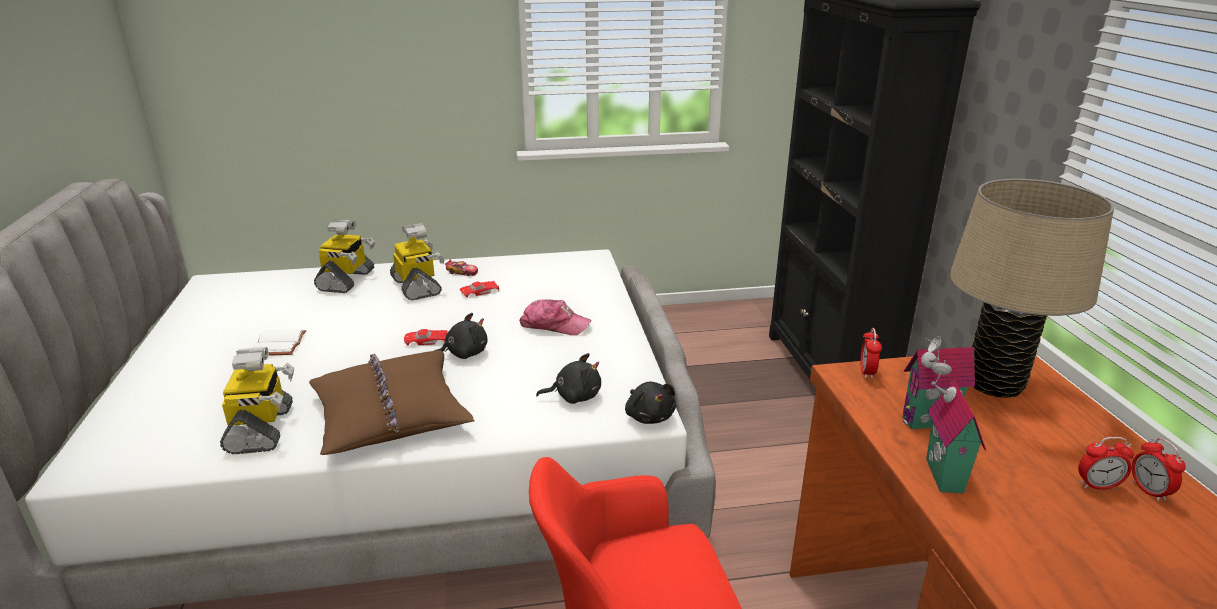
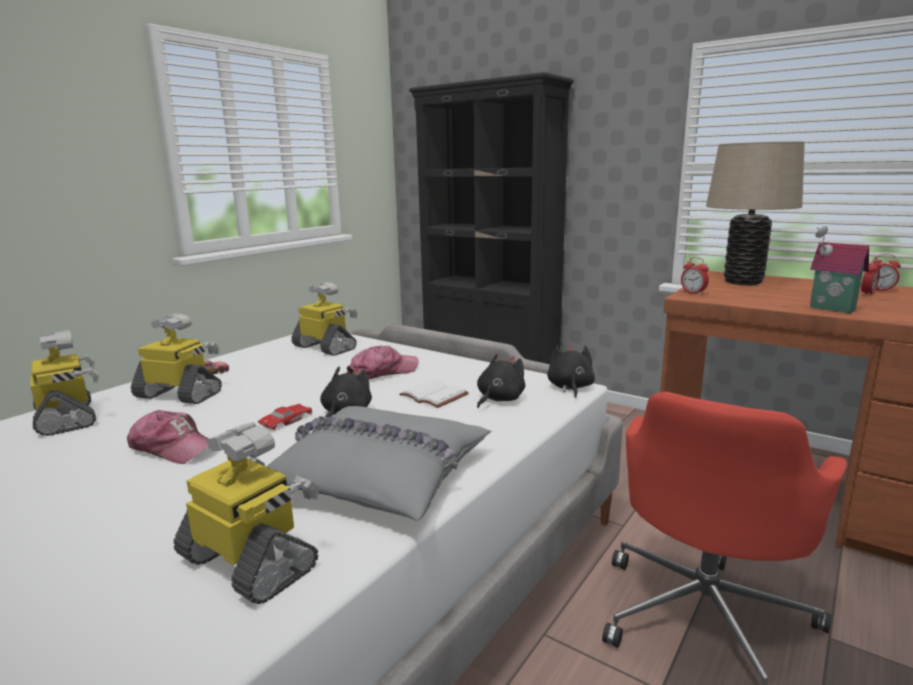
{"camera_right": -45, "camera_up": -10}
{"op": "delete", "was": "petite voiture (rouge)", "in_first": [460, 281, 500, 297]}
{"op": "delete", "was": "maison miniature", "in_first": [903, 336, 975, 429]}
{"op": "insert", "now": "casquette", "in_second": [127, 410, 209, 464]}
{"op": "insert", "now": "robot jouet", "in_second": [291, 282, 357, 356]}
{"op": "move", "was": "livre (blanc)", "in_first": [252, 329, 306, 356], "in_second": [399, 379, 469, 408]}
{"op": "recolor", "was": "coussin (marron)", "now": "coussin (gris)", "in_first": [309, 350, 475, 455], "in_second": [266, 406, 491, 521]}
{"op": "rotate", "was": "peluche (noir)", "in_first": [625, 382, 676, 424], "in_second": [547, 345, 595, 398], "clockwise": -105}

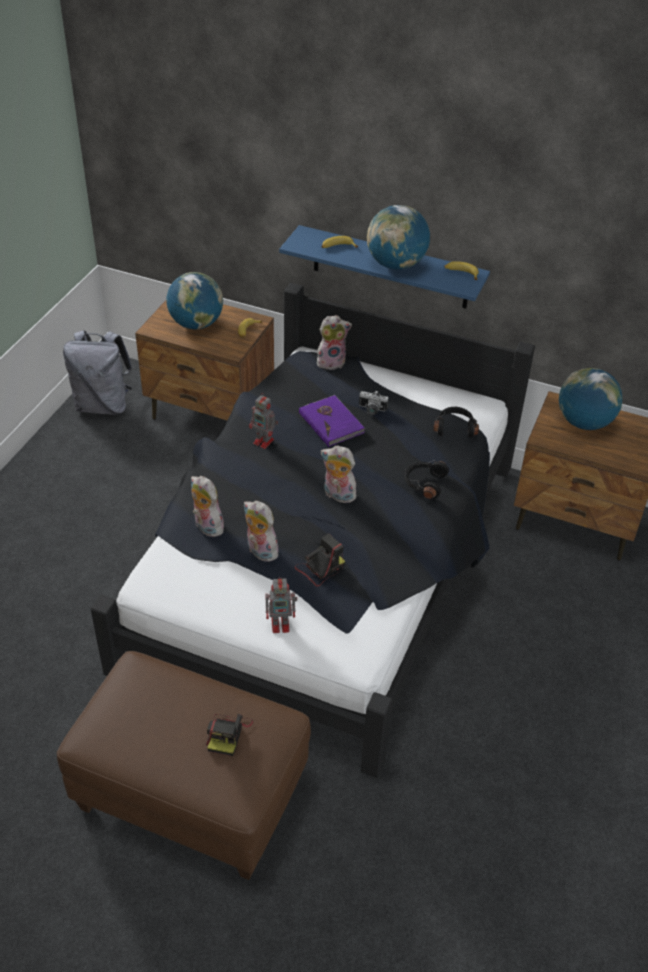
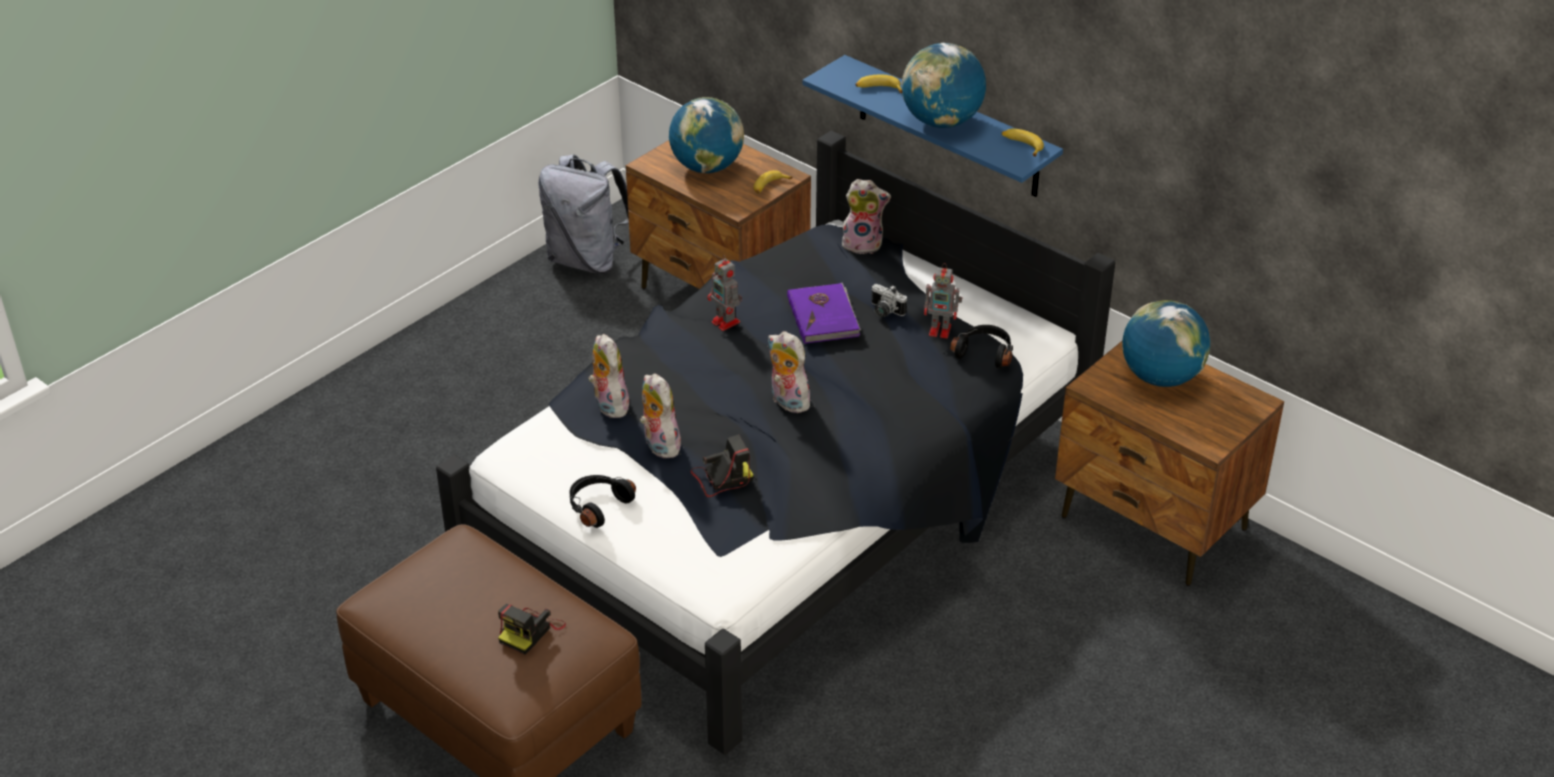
{"camera_right": 20, "camera_up": -5}
{"op": "move", "was": "robot jouet", "in_first": [265, 577, 297, 633], "in_second": [924, 263, 962, 338]}
{"op": "move", "was": "casque audio (noir)", "in_first": [404, 461, 449, 499], "in_second": [569, 475, 636, 528]}

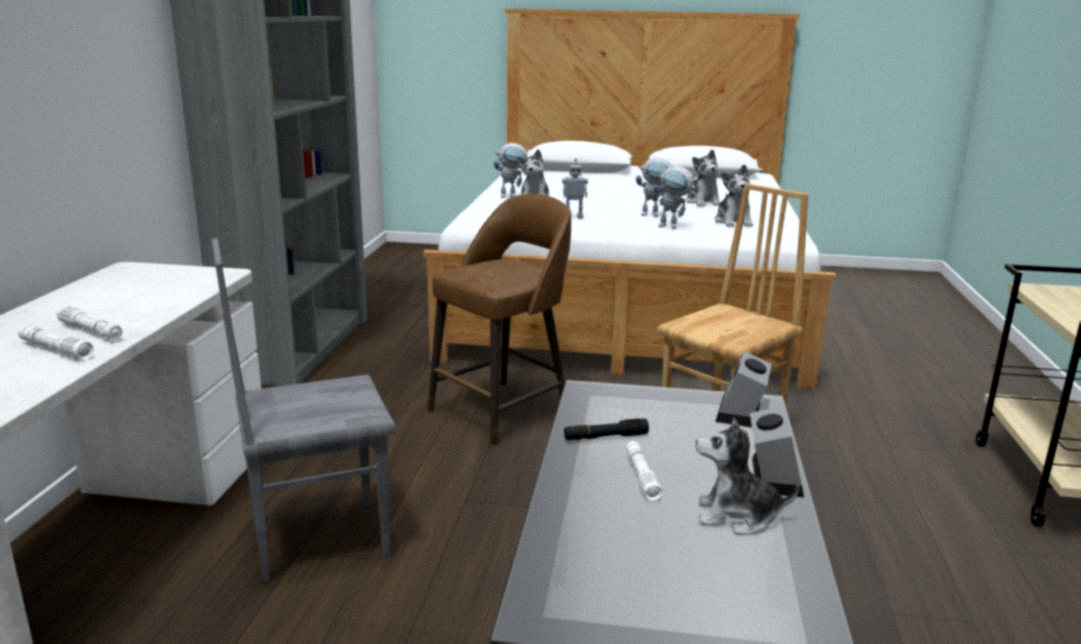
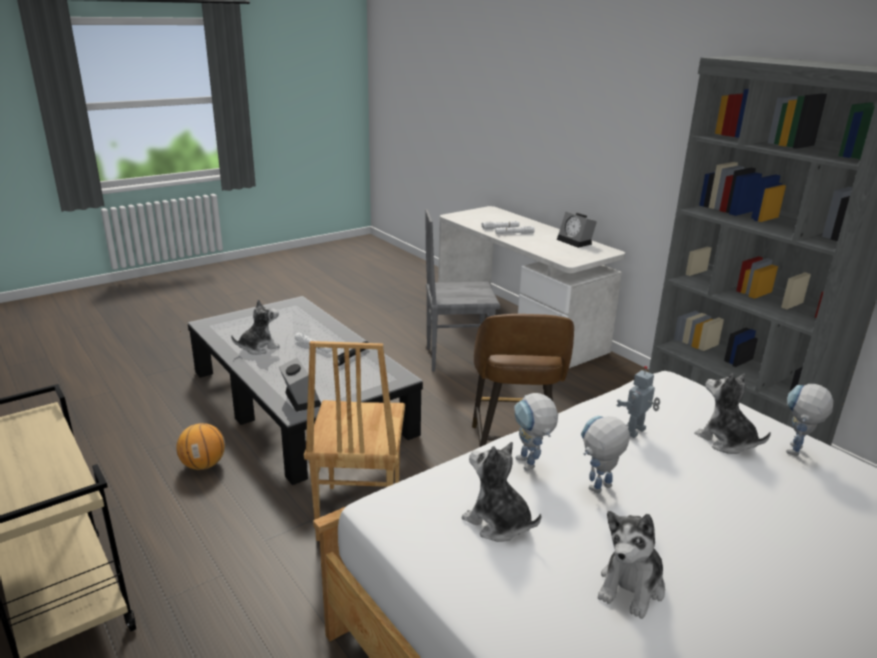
{"camera_right": 135, "camera_up": 5}
{"op": "insert", "now": "ballon de basket", "in_second": [176, 423, 225, 470]}
{"op": "move", "was": "réveil", "in_first": [750, 406, 804, 497], "in_second": [557, 211, 597, 248]}
{"op": "rotate", "was": "chaise (gris)", "in_first": [212, 238, 396, 583], "in_second": [425, 209, 500, 372], "clockwise": -120}
{"op": "rotate", "was": "robot jouet", "in_first": [653, 166, 697, 229], "in_second": [514, 393, 558, 471], "clockwise": -90}
{"op": "rotate", "was": "peluche", "in_first": [686, 149, 721, 206], "in_second": [598, 511, 665, 619], "clockwise": -90}

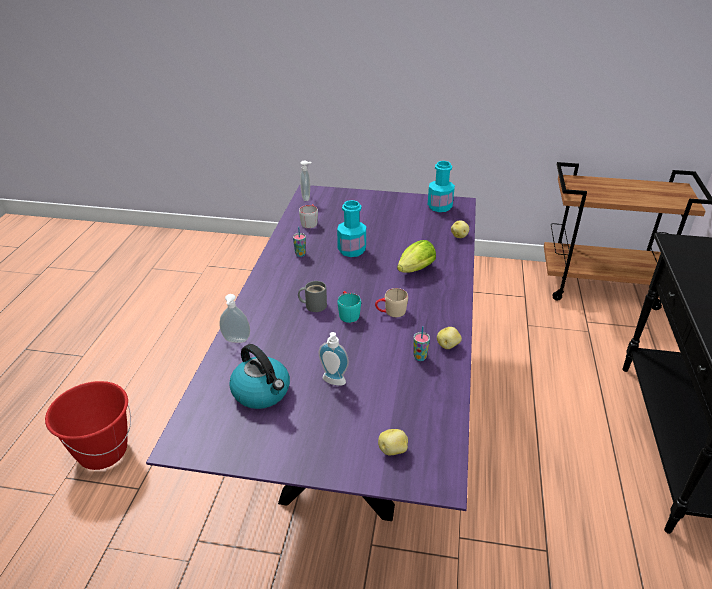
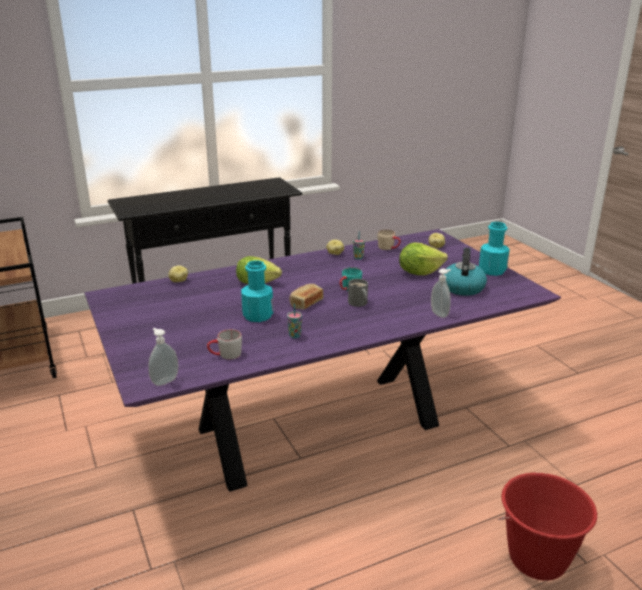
{"camera_right": -125, "camera_up": -10}
{"op": "insert", "now": "pain", "in_second": [289, 284, 323, 310]}
{"op": "move", "was": "mug (beige)", "in_first": [375, 288, 408, 317], "in_second": [378, 229, 401, 250]}
{"op": "move", "was": "bouteille (turquoise)", "in_first": [428, 161, 455, 212], "in_second": [479, 222, 510, 276]}
{"op": "replace", "was": "distributeur de savon", "now": "laitue", "in_first": [319, 332, 349, 385], "in_second": [399, 243, 448, 275]}

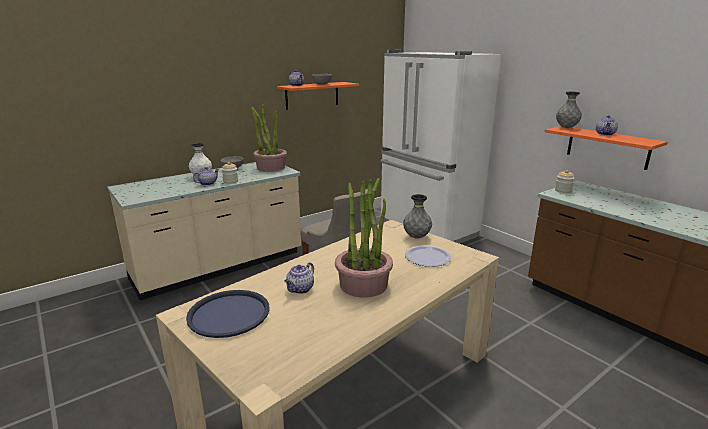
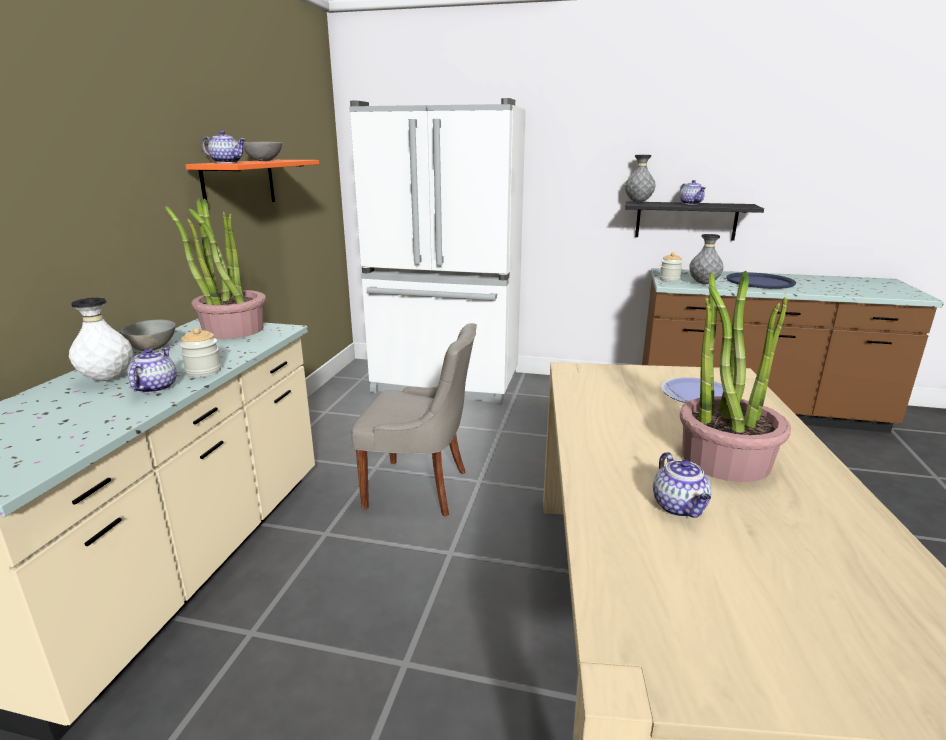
{"camera_right": -40, "camera_up": 0}
{"op": "move", "was": "plateau (bleu)", "in_first": [186, 290, 270, 338], "in_second": [726, 272, 796, 289]}
{"op": "move", "was": "vase (gris)", "in_first": [403, 194, 432, 238], "in_second": [689, 234, 724, 284]}
{"op": "recolor", "was": "étagère (orange)", "now": "étagère (noir)", "in_first": [545, 126, 668, 170], "in_second": [625, 201, 764, 241]}

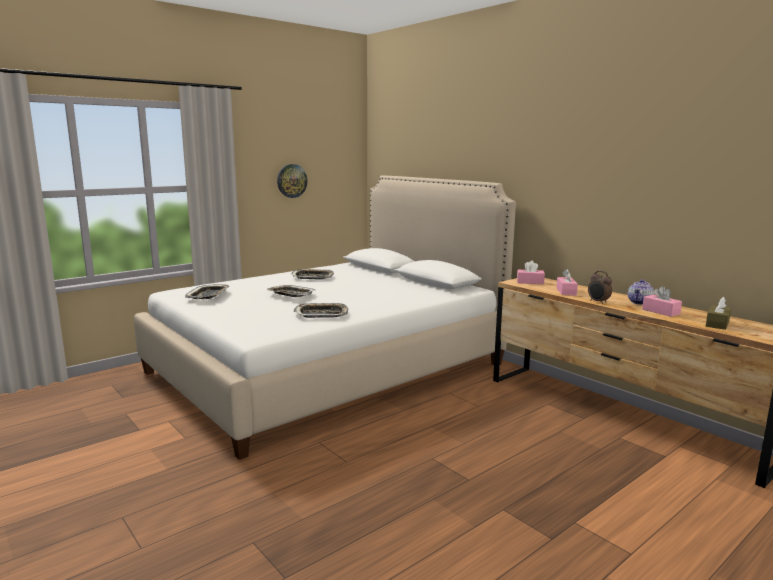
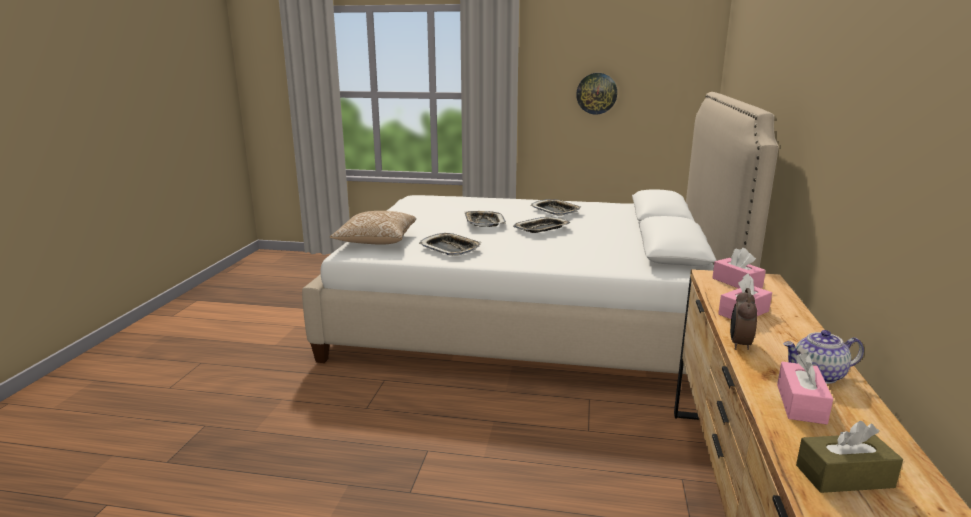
{"camera_right": 50, "camera_up": 5}
{"op": "insert", "now": "coussin", "in_second": [330, 211, 416, 245]}
{"op": "move", "was": "plateau", "in_first": [185, 284, 230, 299], "in_second": [513, 217, 570, 233]}

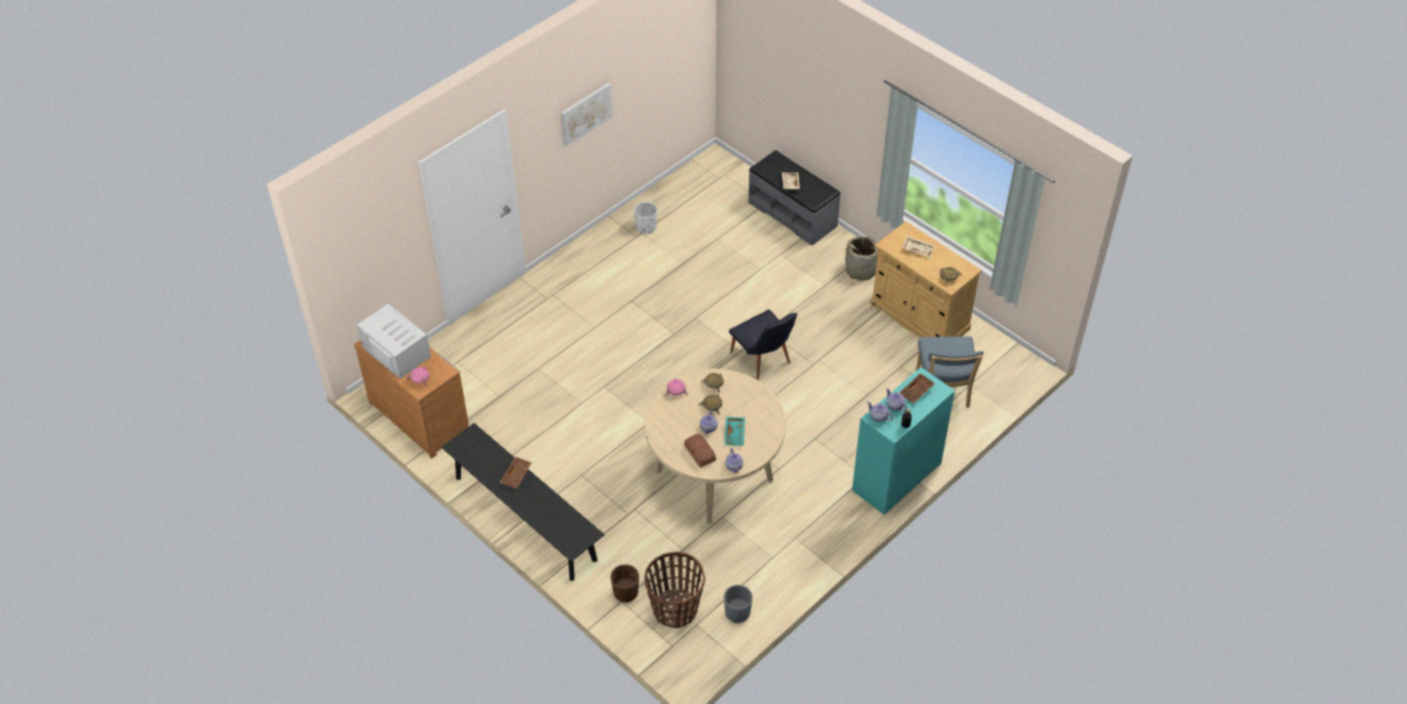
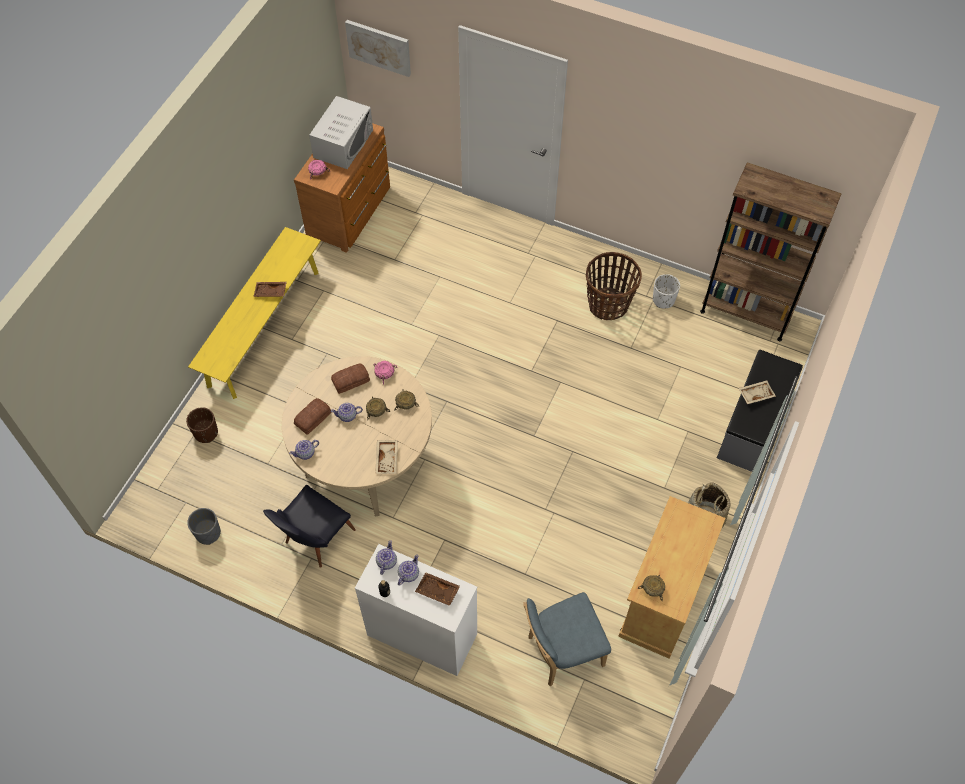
{"camera_right": 70, "camera_up": 10}
{"op": "delete", "was": "plateau (turquoise)", "in_first": [724, 417, 745, 446]}
{"op": "insert", "now": "pain", "in_second": [331, 364, 370, 394]}
{"op": "insert", "now": "bibliothèque (marron)", "in_second": [700, 162, 842, 341]}
{"op": "move", "was": "tableau", "in_first": [561, 83, 613, 147], "in_second": [345, 20, 411, 77]}
{"op": "move", "was": "panier", "in_first": [644, 552, 705, 628], "in_second": [586, 252, 642, 320]}
{"op": "move", "was": "chaise (noir)", "in_first": [729, 309, 797, 380], "in_second": [263, 485, 356, 568]}
{"op": "move", "was": "plateau (beige)", "in_first": [902, 236, 935, 258], "in_second": [375, 440, 398, 474]}
{"op": "recolor", "was": "banc (noir)", "now": "banc (jaune)", "in_first": [441, 423, 605, 581], "in_second": [188, 227, 321, 399]}
{"op": "recolor", "was": "commode (turquoise)", "now": "commode (blanc)", "in_first": [852, 367, 955, 515], "in_second": [355, 544, 477, 676]}

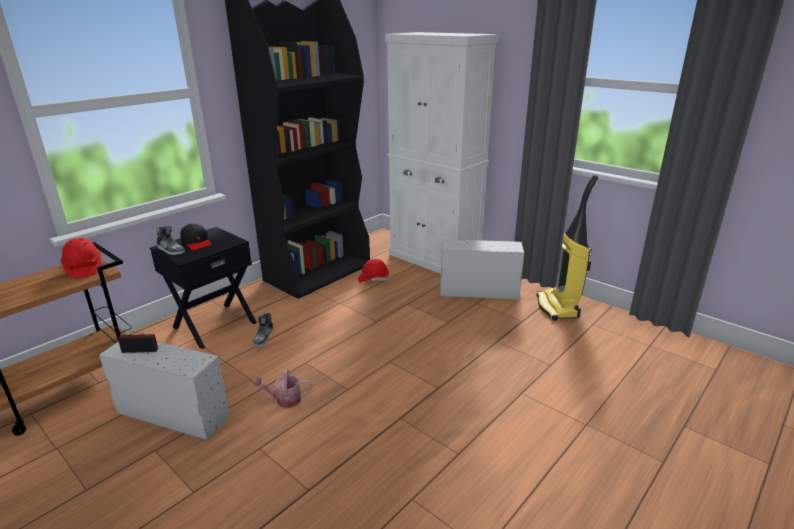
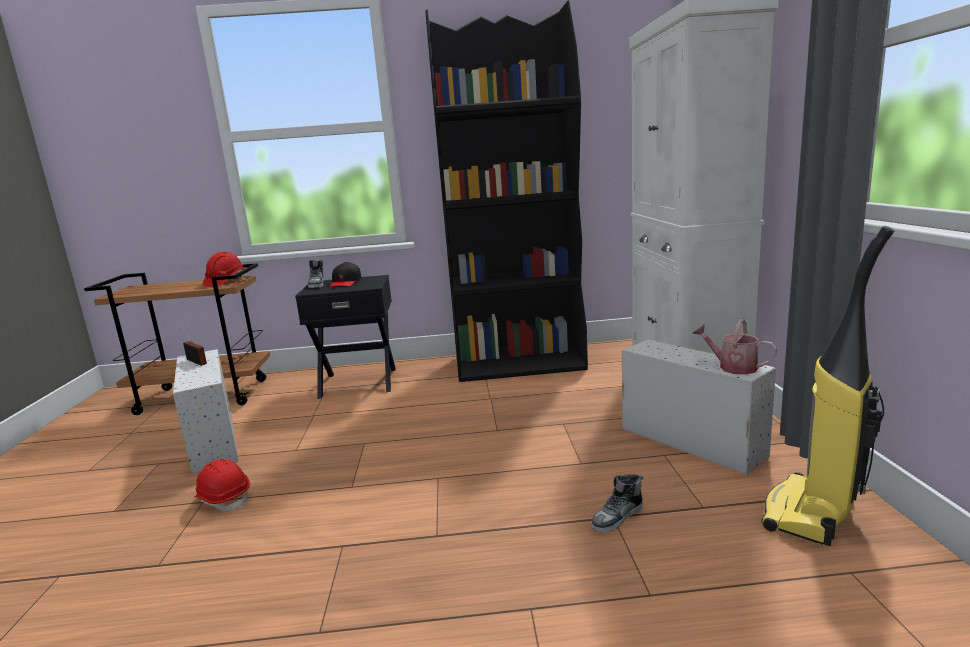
{"camera_right": 45, "camera_up": -10}
{"op": "move", "was": "arrosoir", "in_first": [253, 369, 311, 408], "in_second": [692, 319, 777, 375]}
{"op": "move", "was": "chaussure", "in_first": [254, 313, 273, 347], "in_second": [591, 474, 643, 533]}
{"op": "move", "was": "casque de chantier (rouge)", "in_first": [358, 259, 389, 282], "in_second": [194, 459, 250, 511]}

